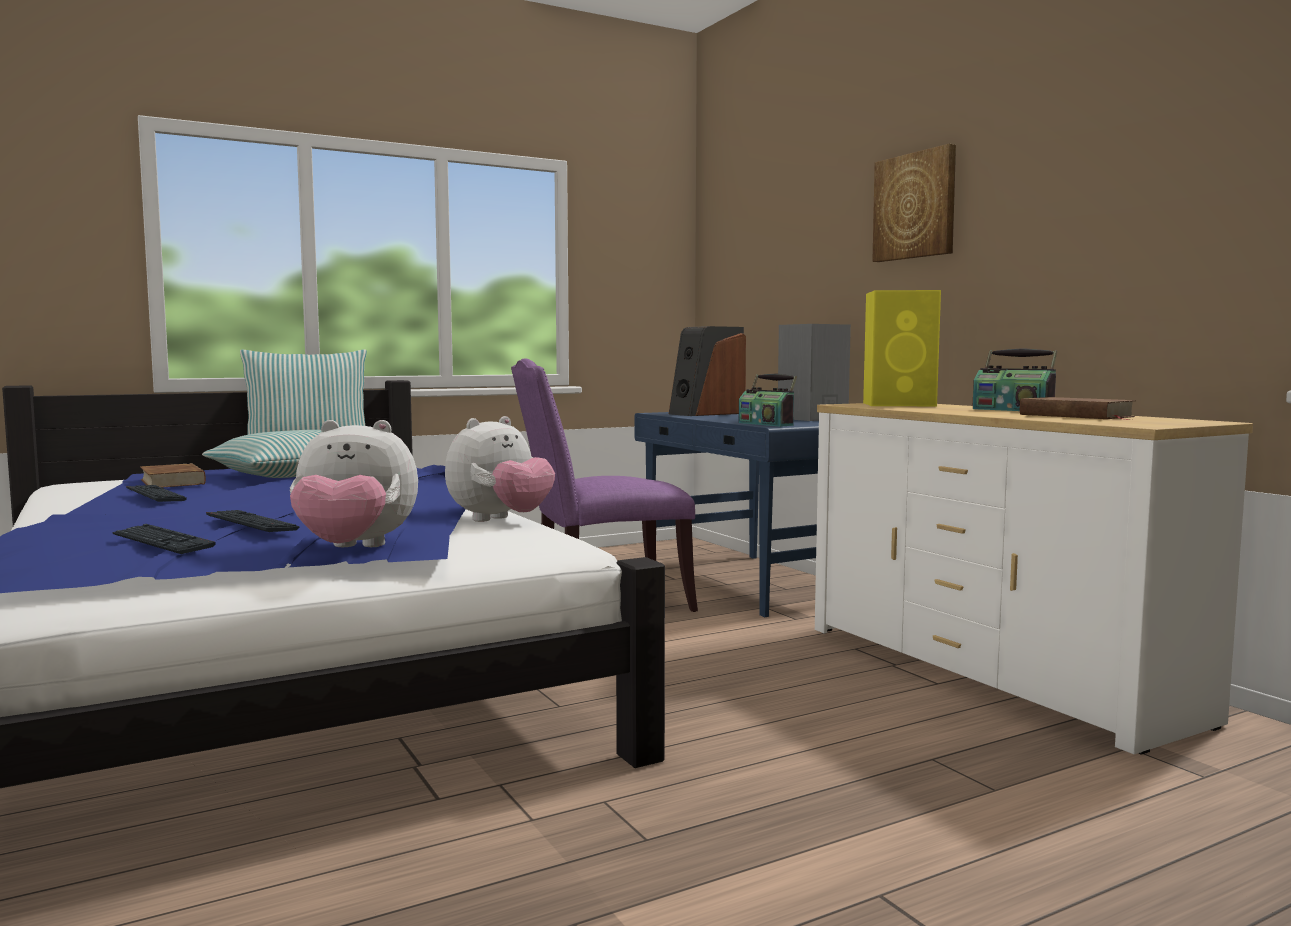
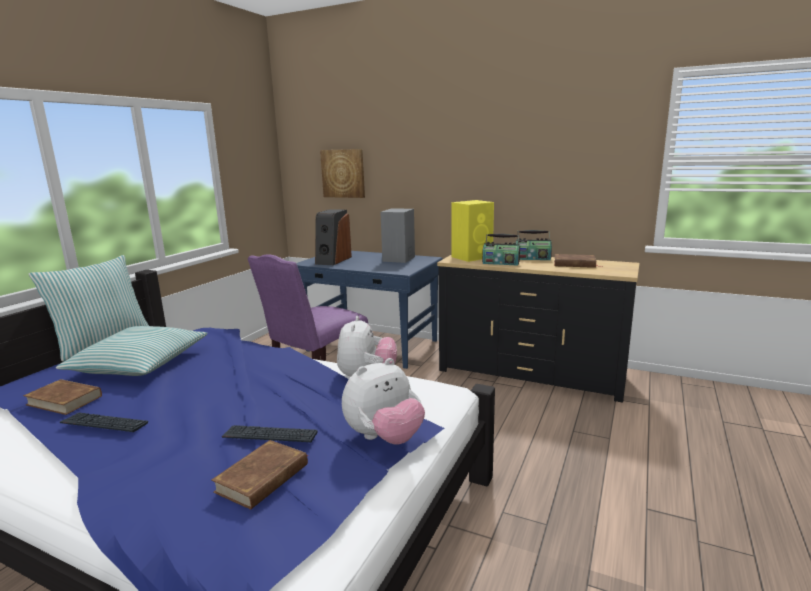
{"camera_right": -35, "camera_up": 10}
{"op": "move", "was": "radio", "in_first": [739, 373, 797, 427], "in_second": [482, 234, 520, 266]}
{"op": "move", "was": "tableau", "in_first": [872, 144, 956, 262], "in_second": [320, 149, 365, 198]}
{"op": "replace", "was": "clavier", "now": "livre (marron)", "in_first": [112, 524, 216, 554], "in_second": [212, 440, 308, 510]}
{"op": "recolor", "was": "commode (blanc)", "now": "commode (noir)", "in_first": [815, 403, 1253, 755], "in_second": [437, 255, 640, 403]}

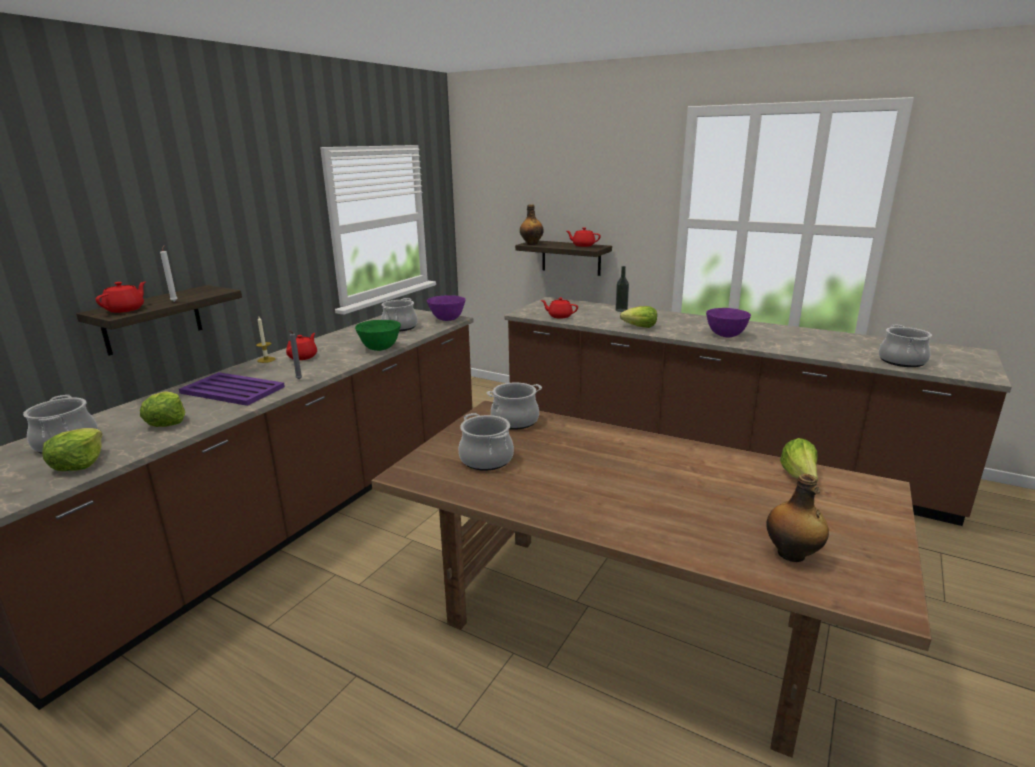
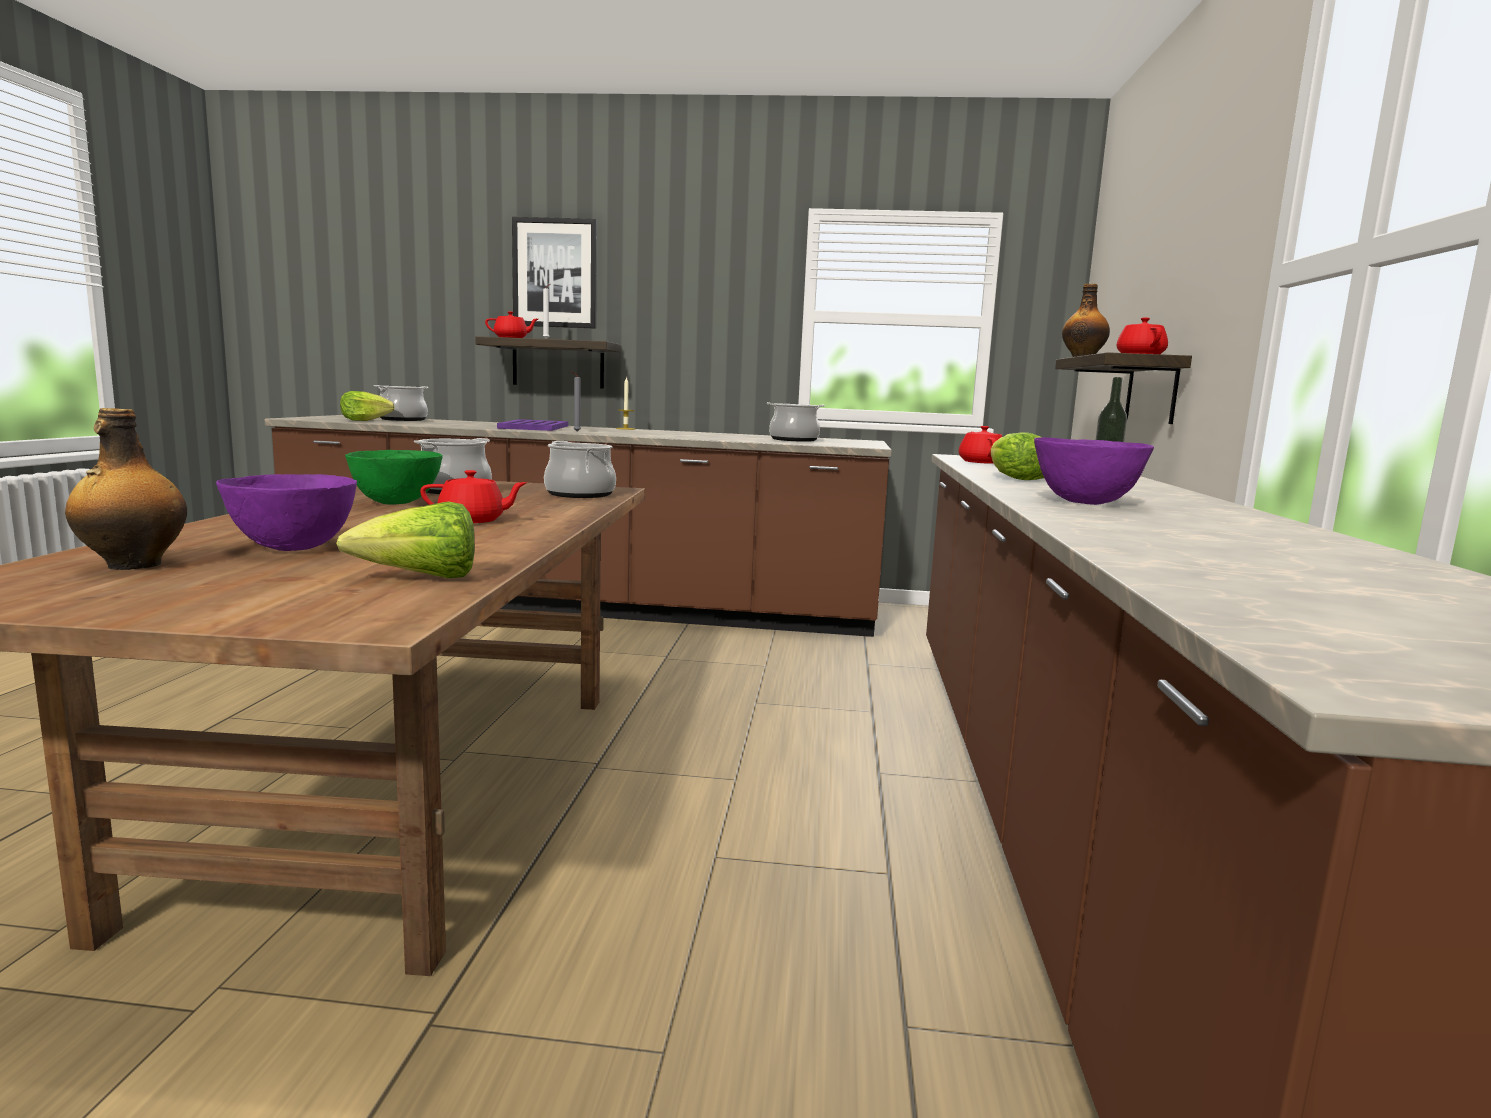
{"camera_right": 65, "camera_up": -10}
{"op": "delete", "was": "laitue", "in_first": [140, 391, 185, 427]}
{"op": "delete", "was": "marmite", "in_first": [879, 325, 932, 367]}
{"op": "insert", "now": "tableau", "in_second": [512, 217, 597, 329]}
{"op": "move", "was": "théière (rouge)", "in_first": [286, 333, 317, 360], "in_second": [420, 470, 527, 523]}
{"op": "move", "was": "bol (vert)", "in_first": [355, 320, 401, 351], "in_second": [345, 450, 443, 505]}
{"op": "move", "was": "bol (violet)", "in_first": [427, 295, 466, 321], "in_second": [216, 474, 357, 551]}

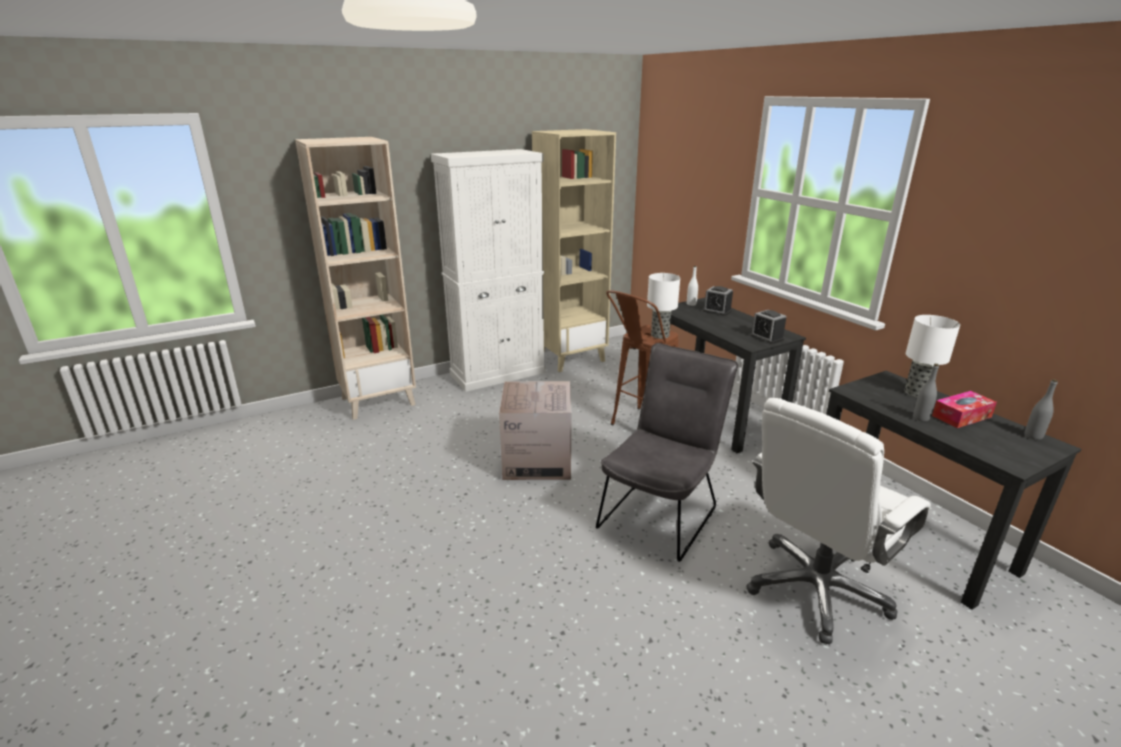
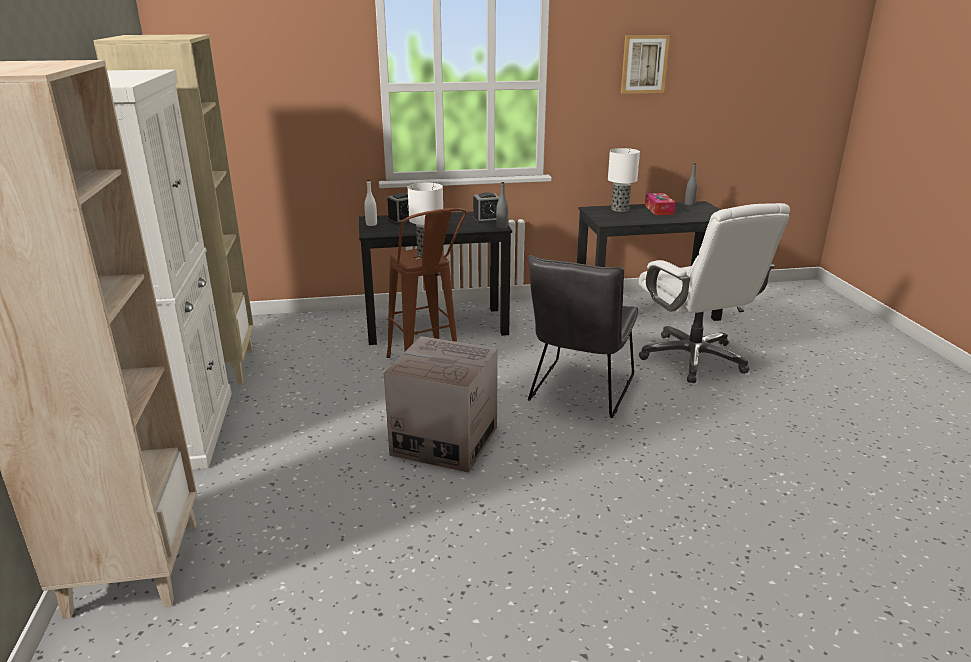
{"camera_right": -70, "camera_up": 0}
{"op": "insert", "now": "tableau", "in_second": [621, 35, 670, 94]}
{"op": "move", "was": "bouteille (gris)", "in_first": [913, 364, 939, 422], "in_second": [496, 182, 508, 229]}
{"op": "rotate", "was": "chaise (gris)", "in_first": [596, 343, 738, 562], "in_second": [528, 255, 639, 418], "clockwise": -120}

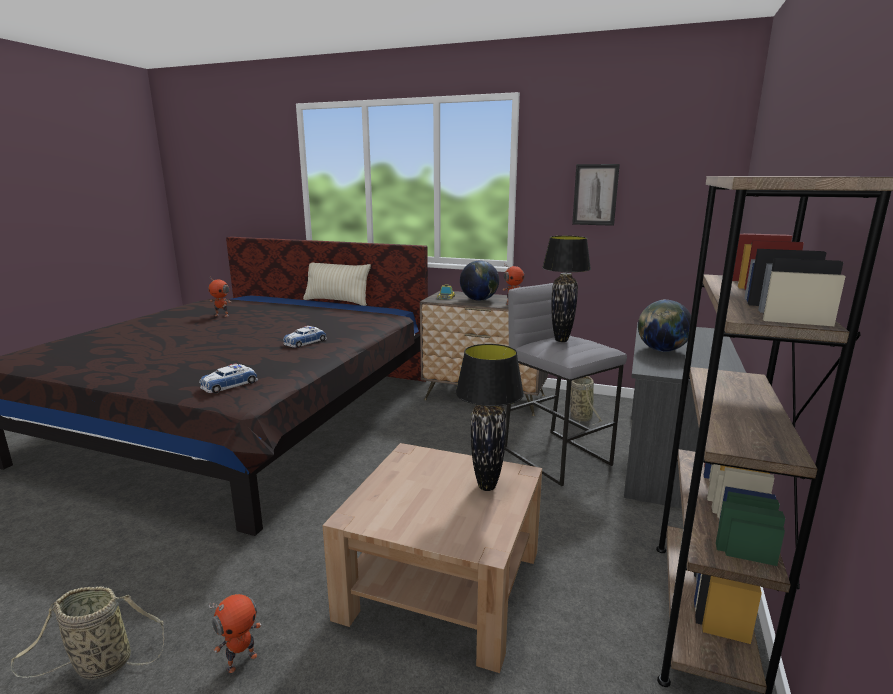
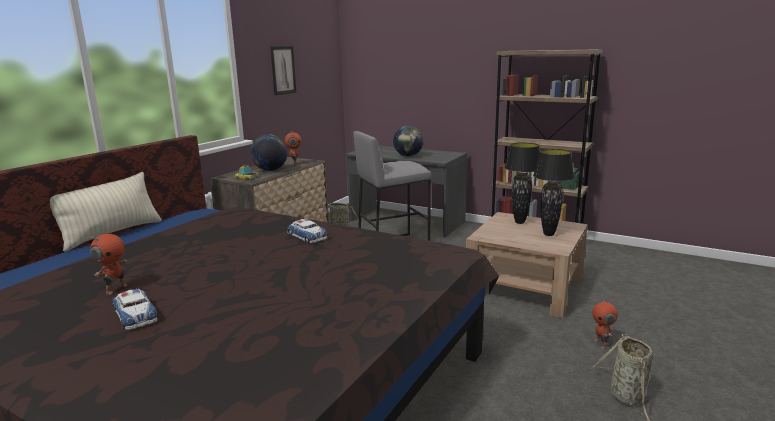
{"camera_right": -80, "camera_up": 0}
{"op": "move", "was": "petite voiture", "in_first": [199, 364, 258, 393], "in_second": [113, 289, 158, 330]}
{"op": "move", "was": "lampe de table (noir)", "in_first": [542, 236, 591, 342], "in_second": [533, 149, 574, 236]}
{"op": "rotate", "was": "robot jouet", "in_first": [209, 594, 261, 673], "in_second": [592, 294, 618, 349], "clockwise": -150}

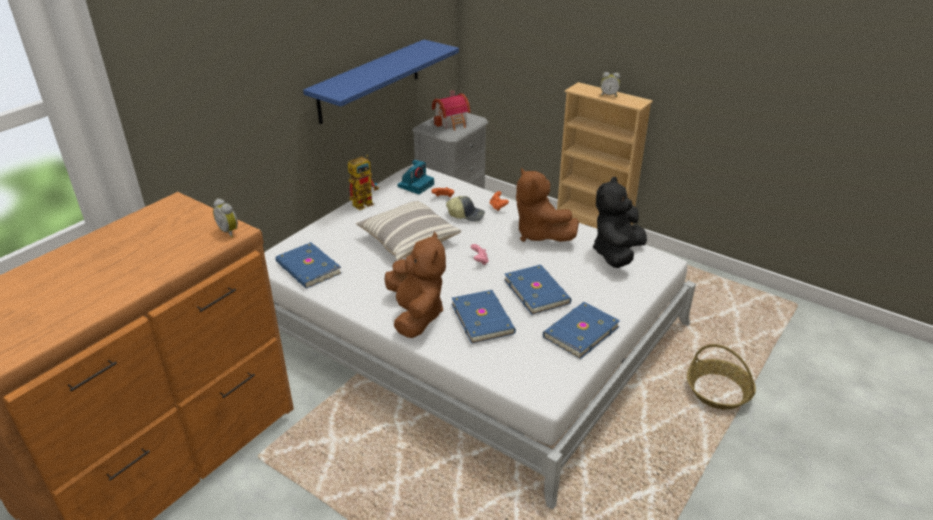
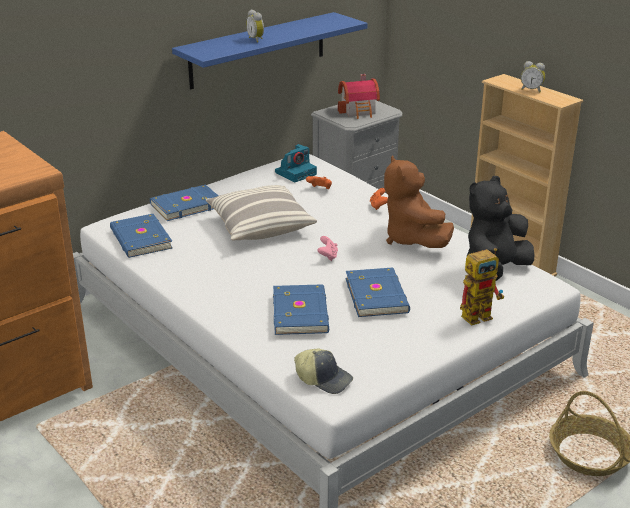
{"camera_right": 15, "camera_up": -5}
{"op": "delete", "was": "peluche (marron)", "in_first": [384, 232, 446, 338]}
{"op": "move", "was": "réveil", "in_first": [213, 198, 238, 238], "in_second": [246, 10, 264, 43]}
{"op": "move", "was": "robot jouet", "in_first": [348, 155, 379, 210], "in_second": [460, 248, 504, 325]}
{"op": "move", "was": "casquette", "in_first": [446, 196, 485, 222], "in_second": [294, 348, 353, 394]}
{"op": "move", "was": "livre (bleu)", "in_first": [543, 302, 620, 359], "in_second": [150, 185, 218, 221]}

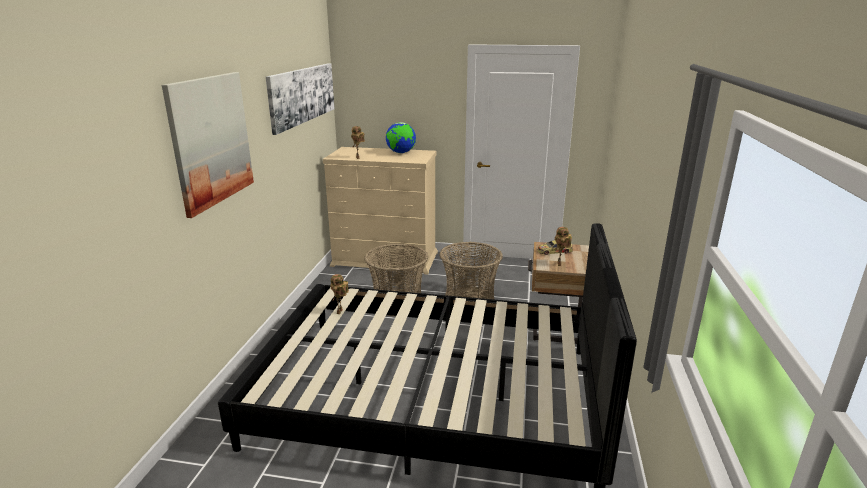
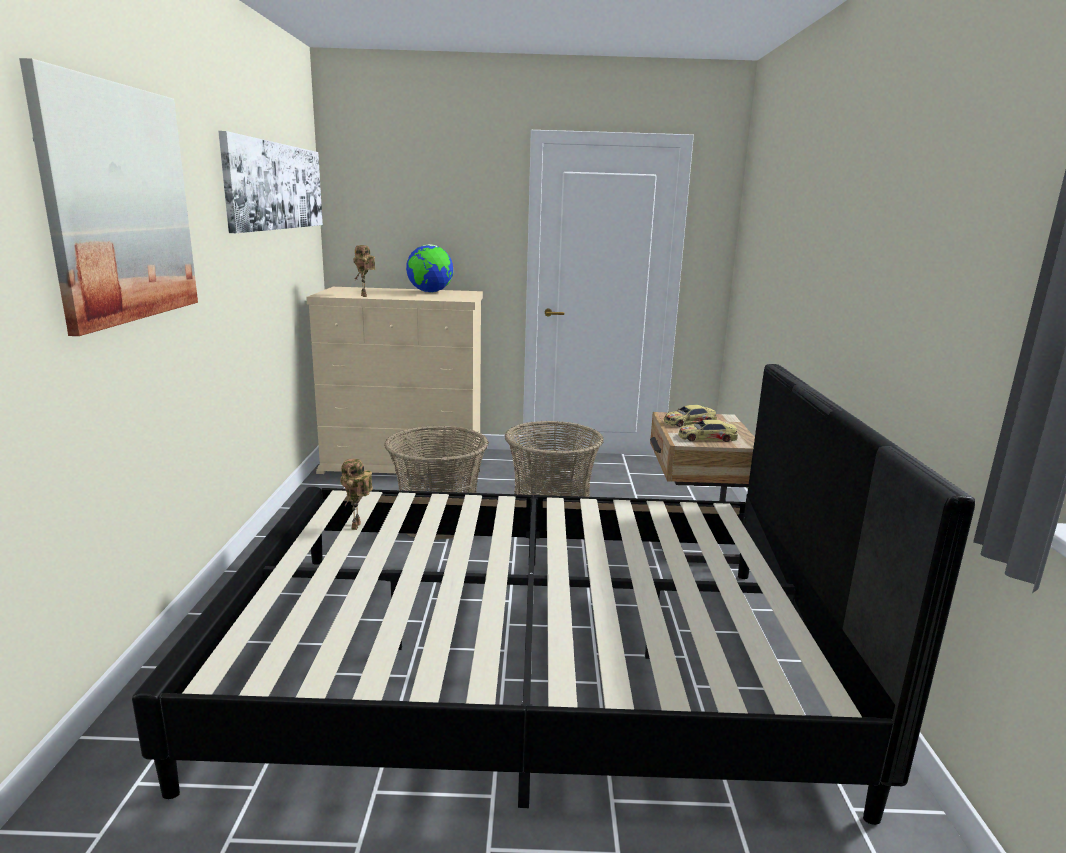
{"camera_right": -10, "camera_up": -5}
{"op": "replace", "was": "robot jouet", "now": "petite voiture", "in_first": [554, 227, 572, 266], "in_second": [678, 420, 738, 442]}

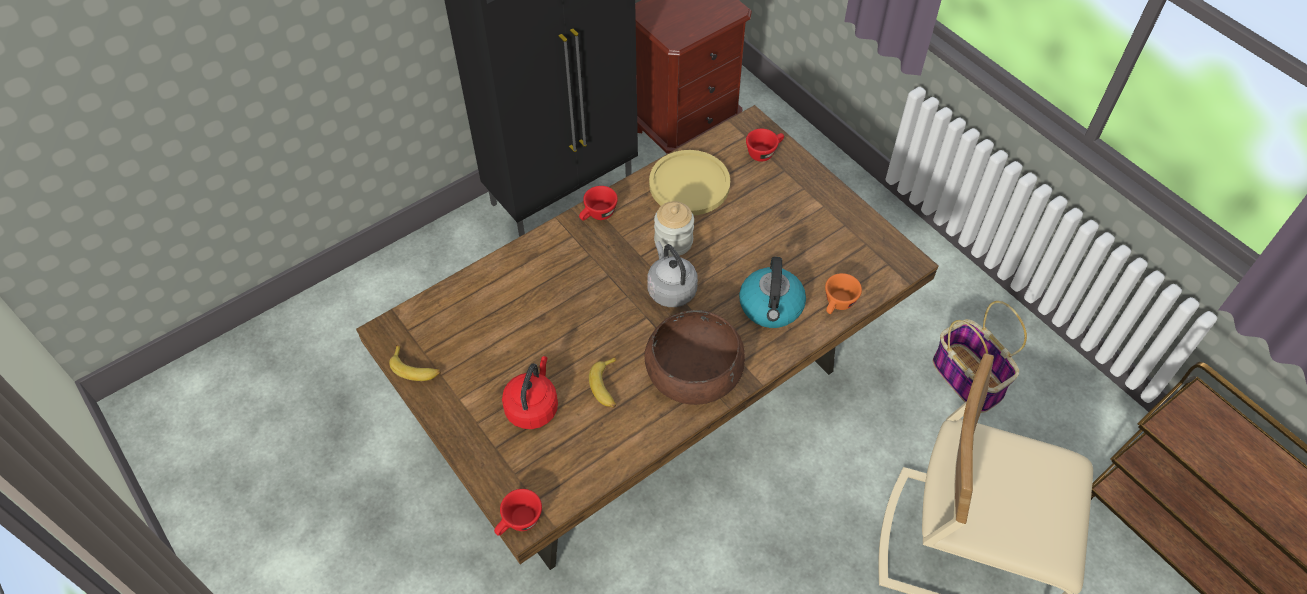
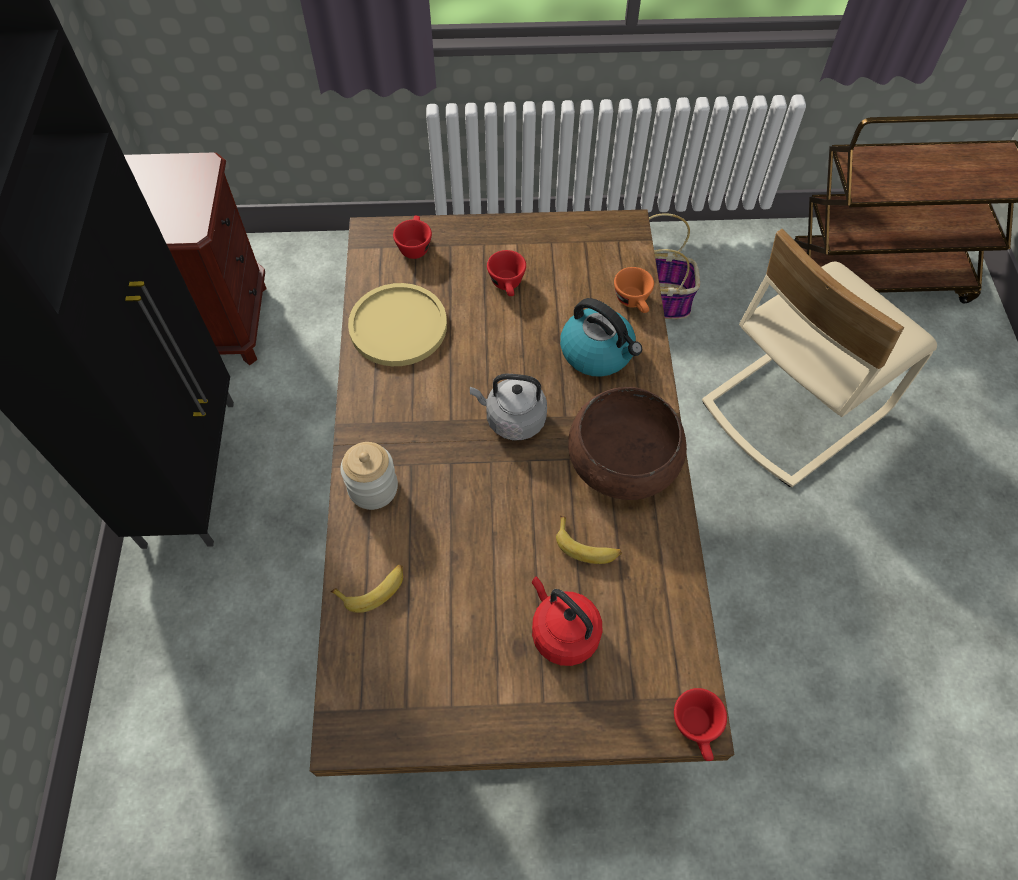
{"camera_right": -55, "camera_up": 5}
{"op": "move", "was": "banane", "in_first": [389, 345, 441, 381], "in_second": [331, 565, 403, 613]}
{"op": "move", "was": "tasse (rouge)", "in_first": [579, 186, 618, 220], "in_second": [487, 250, 526, 296]}
{"op": "move", "was": "bocal", "in_first": [654, 201, 694, 256], "in_second": [340, 442, 398, 510]}

